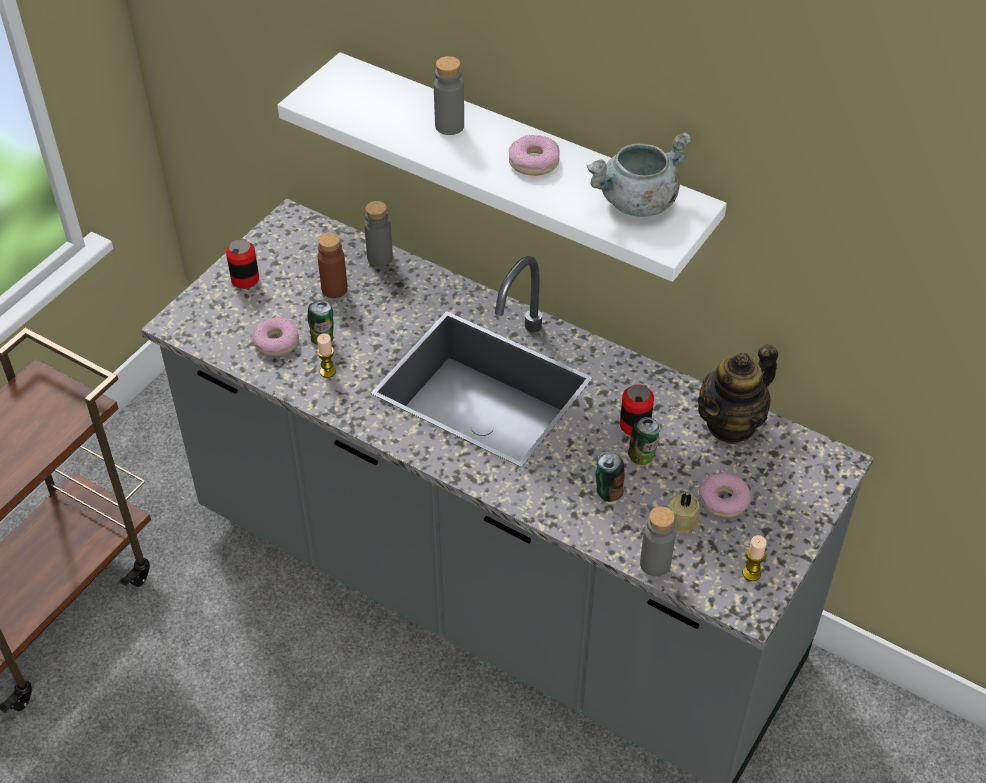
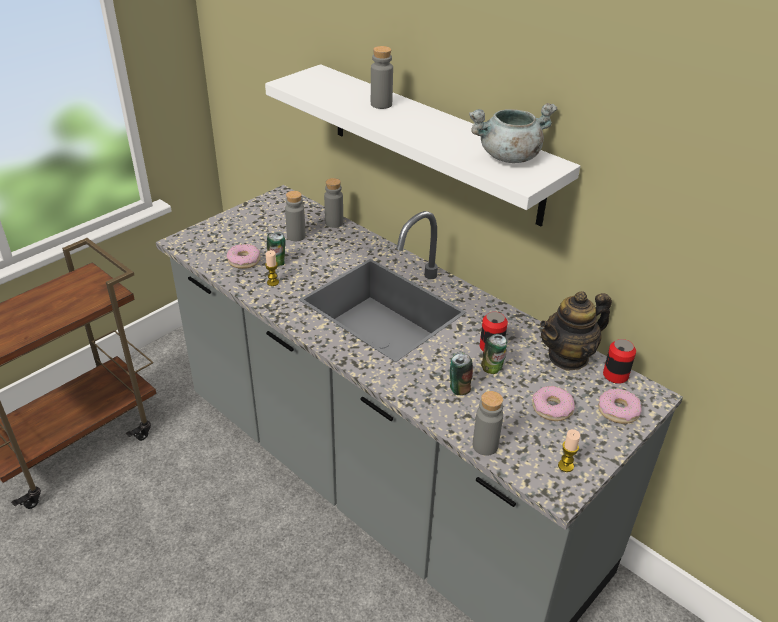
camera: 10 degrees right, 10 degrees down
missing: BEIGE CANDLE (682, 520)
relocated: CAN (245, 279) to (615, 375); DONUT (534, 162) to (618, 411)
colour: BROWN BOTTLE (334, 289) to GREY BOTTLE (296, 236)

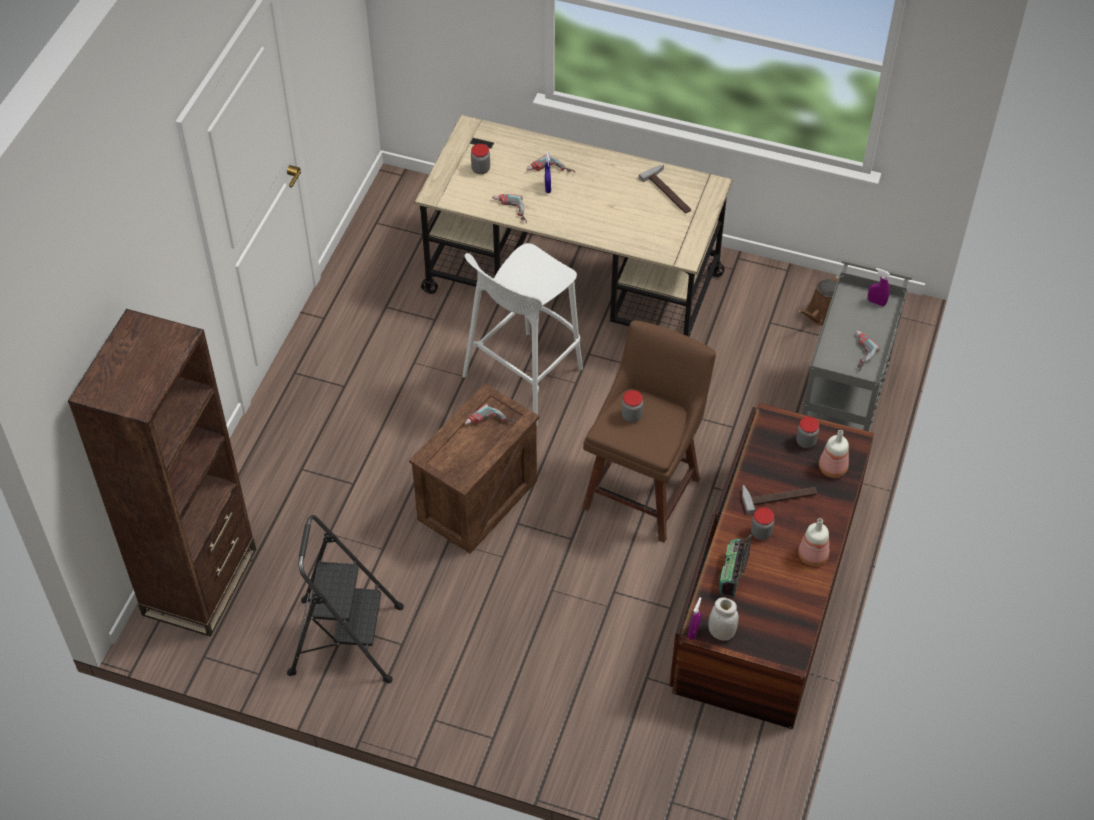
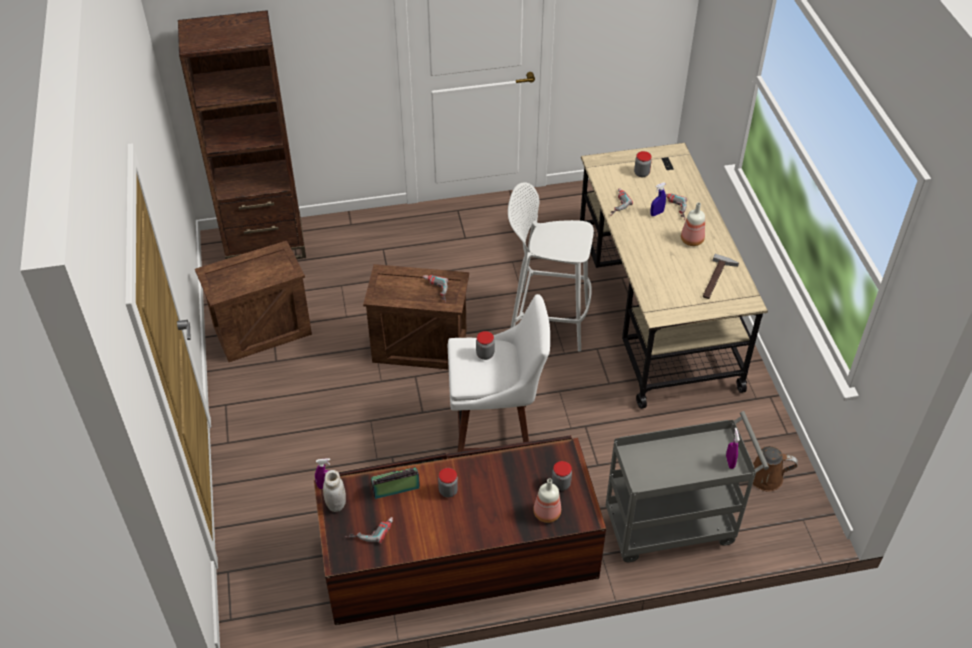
camera: 60 degrees right, 5 degrees down
missing: HAMMER (778, 495)
relocated: BOTTLE (813, 556) to (692, 240); POWER DRILL (857, 353) to (370, 529)
exchanged: BLACK STEP LADDER (342, 638) to CRATE (262, 329)
colour: BROWN STOOL (644, 489) to WHITE STOOL (497, 435)

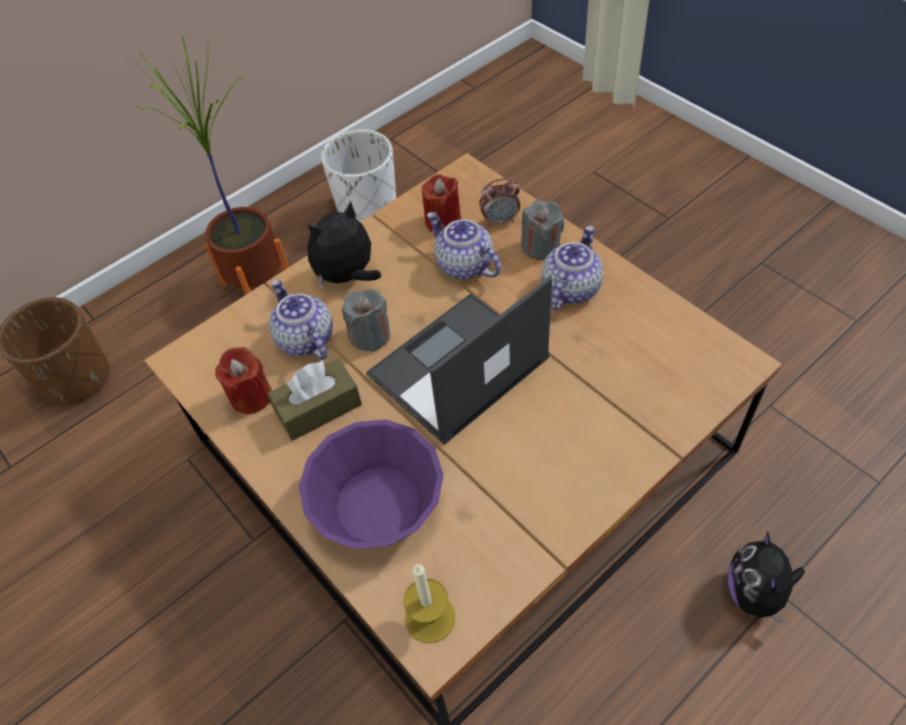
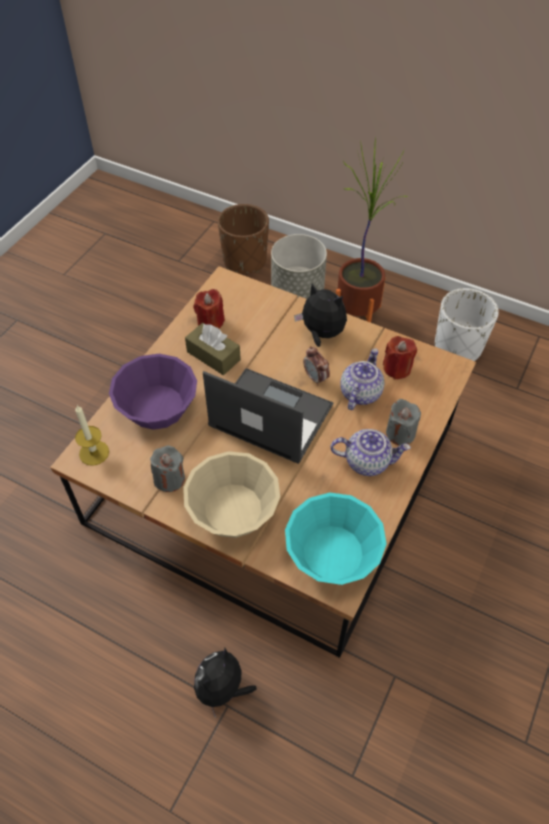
camera: 65 degrees right, 0 degrees up
missing: TEAPOT (304, 339)
appeared: BEIGE BOWL (233, 510); GREY PLANTER (298, 290); TURQUOISE BOWL (333, 552)
relocated: GREY CANDLE (370, 335) to (169, 479); ALARM CLOCK (500, 220) to (315, 378)
spun: PLUSH TOY (756, 593) = (222, 689) 45 degrees counterclockwise

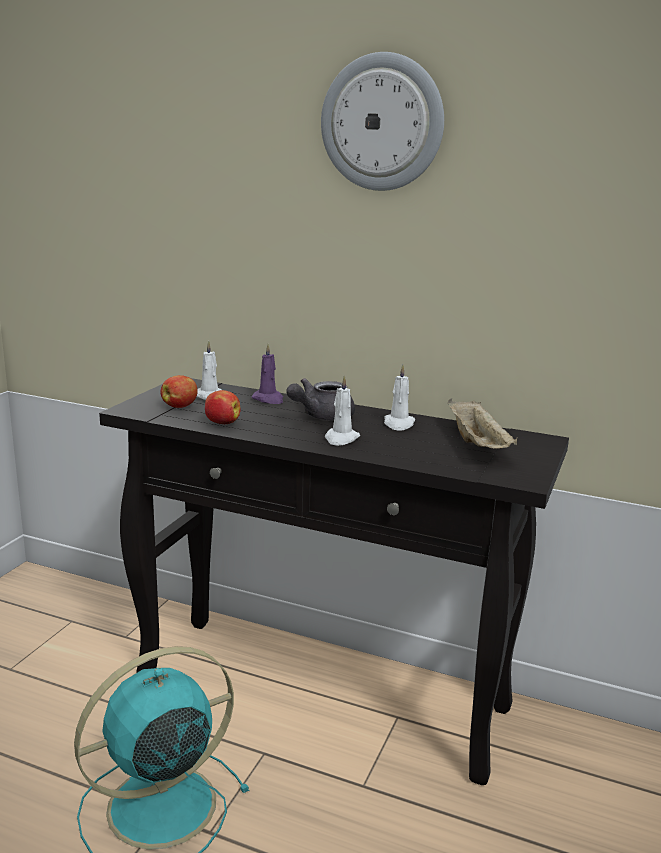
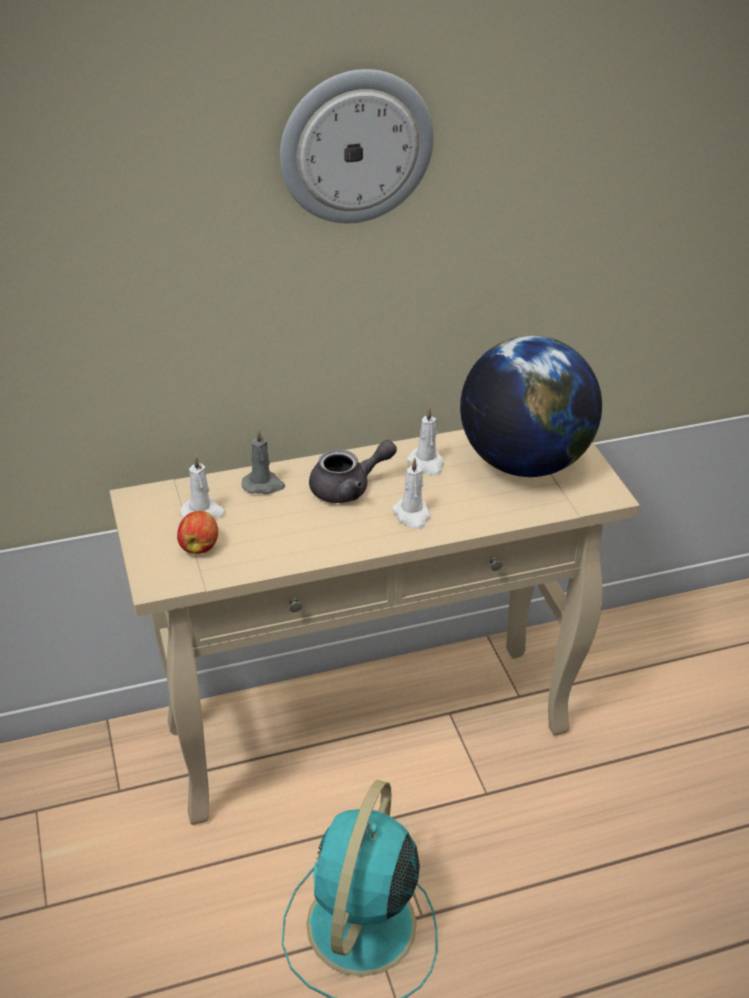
camera: 40 degrees left, 20 degrees up
missing: APPLE (221, 423)
exchanged: BEIGE TRAY (478, 445) to GLOBE (523, 462)
colour: BLACK CONSOLE TABLE (325, 693) to BEIGE CONSOLE TABLE (371, 728); PURPLE CANDLE (268, 399) to GREY CANDLE (263, 485)
spun: GREY TEAPOT (321, 416) = (348, 488) 120 degrees counterclockwise

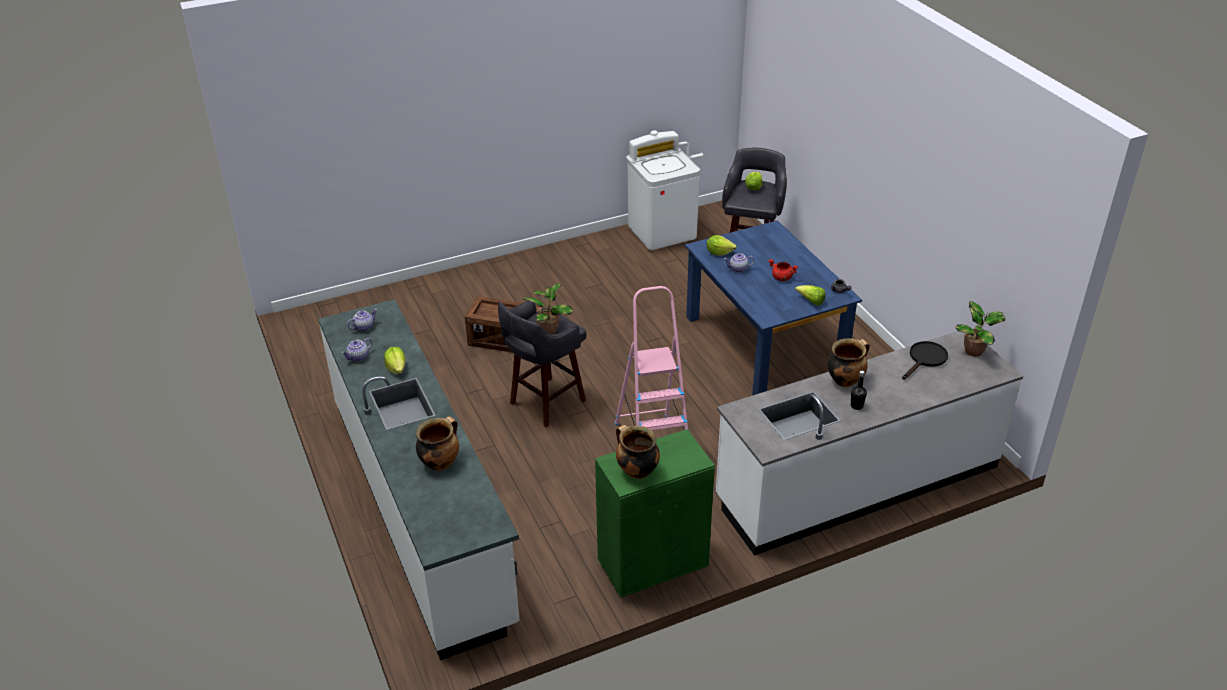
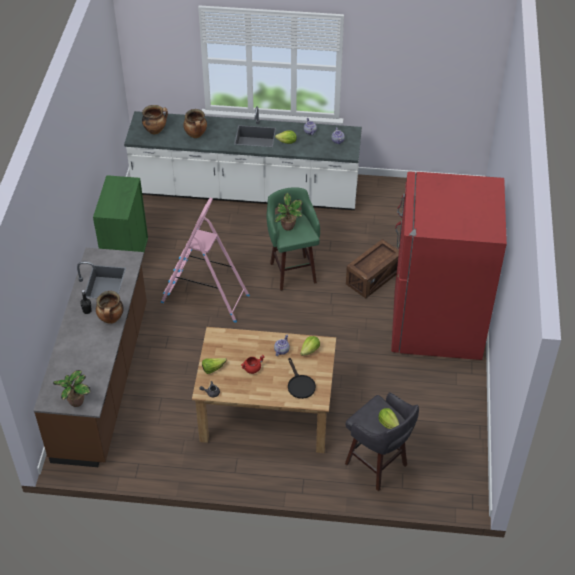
camera: 120 degrees right, 10 degrees up
missing: WHITE WASHING MACHINE (663, 232)
appeared: RED FRIDGE (437, 325)
relocated: COOKING POT (636, 471) to (155, 130); BLACK FRYING PAN (925, 359) to (299, 384)
colour: GREY STOOL (545, 404) to GREEN STOOL (292, 271); BLUE DINING TABLE (765, 344) to BROWN DINING TABLE (265, 413); WHITE COUNTER (857, 483) to BROWN COUNTER (103, 381)

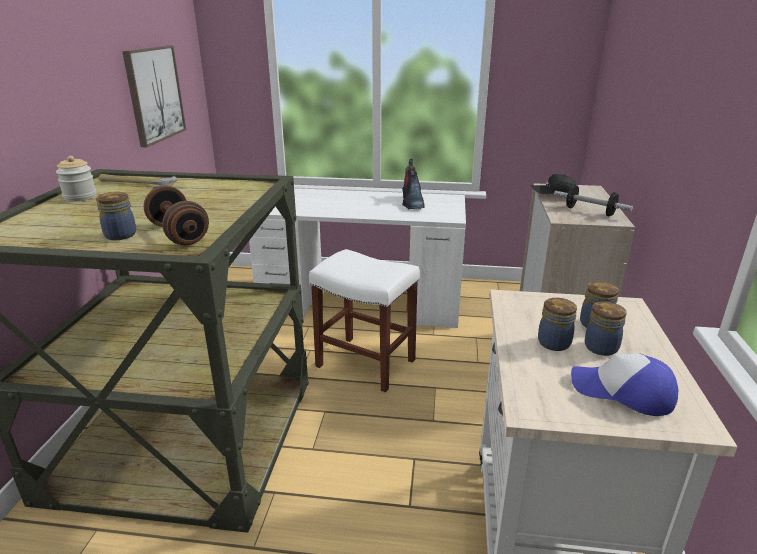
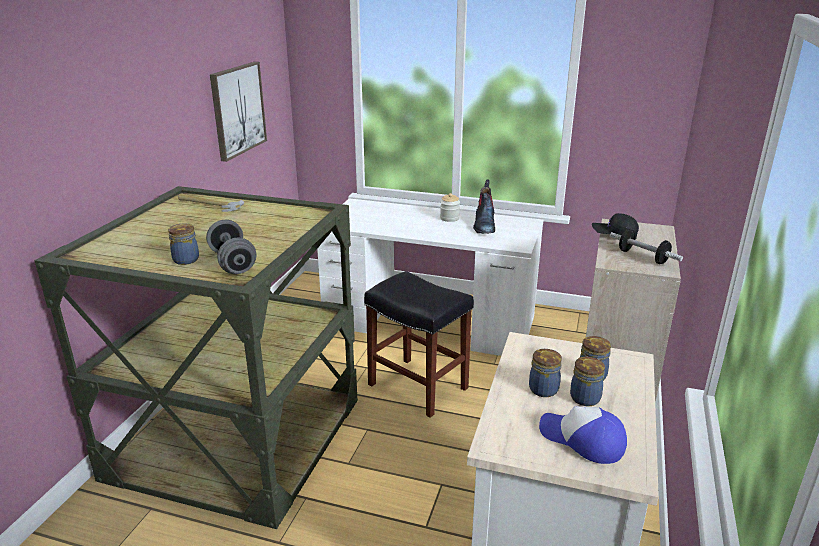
camera: 10 degrees right, 0 degrees up
relocated: JAR (80, 197) to (449, 218)
colour: BROWN DUMBBELL (179, 234) to GREY DUMBBELL (233, 262); WHITE STOOL (364, 363) to BLACK STOOL (416, 386)

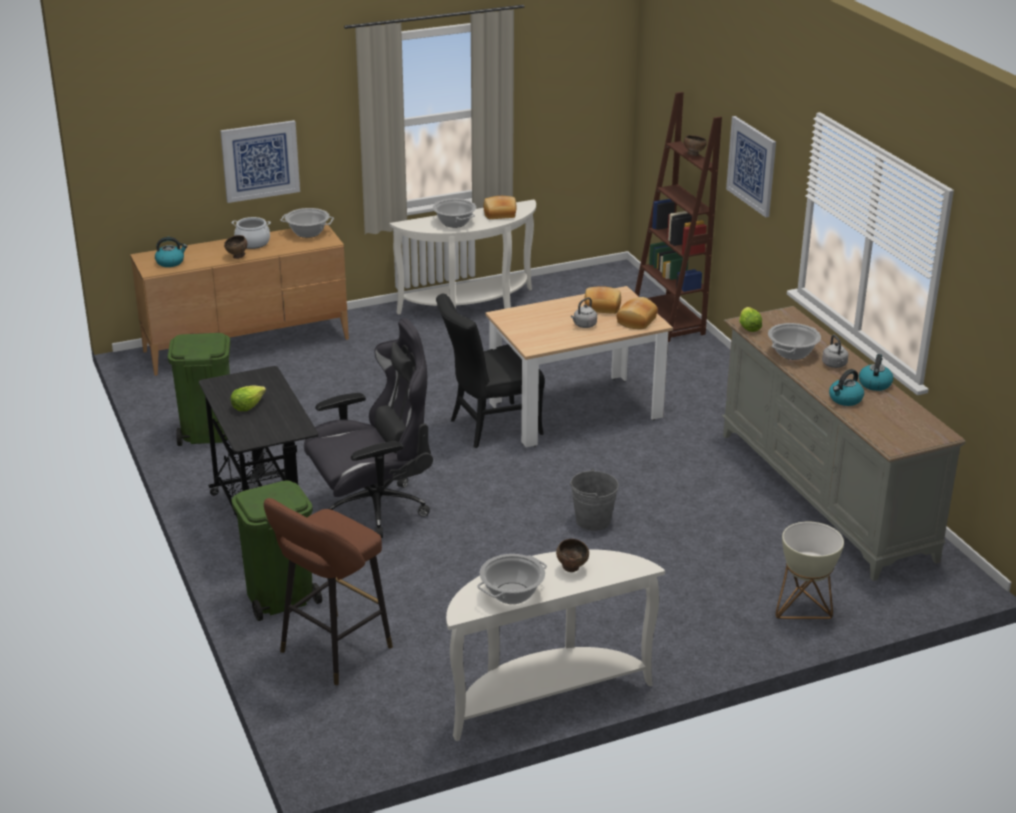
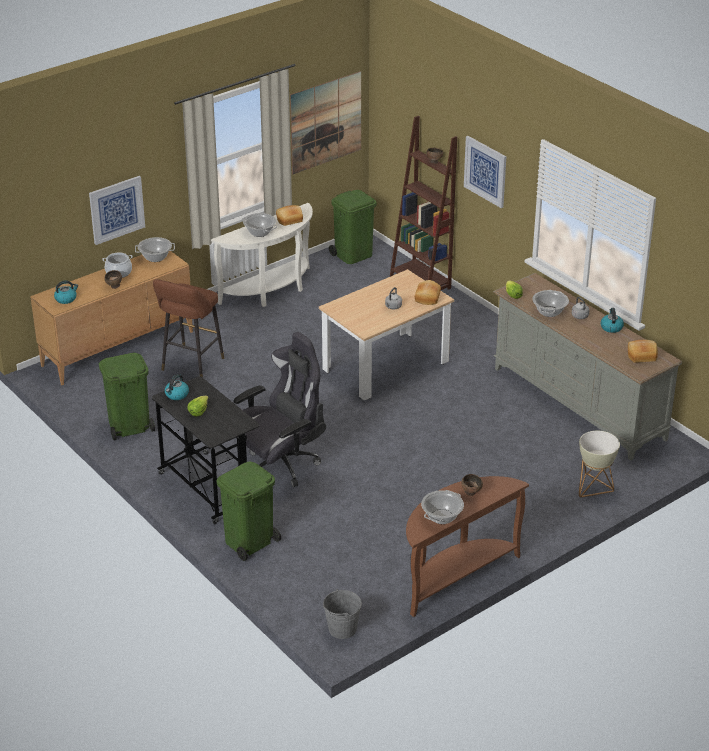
camera: 15 degrees left, 5 degrees up
missing: BLACK CHAIR (489, 427)
appeared: PICTURE (325, 122); GREEN TRASH CAN (353, 255)
relocated: BROWN STOOL (331, 652) to (191, 366); GREY BUCKET (593, 520) to (342, 629); BREAD (602, 307) to (641, 355); KETTLE (845, 399) to (176, 395)
colour: WHITE CONSOLE TABLE (544, 695) to BROWN CONSOLE TABLE (455, 576)

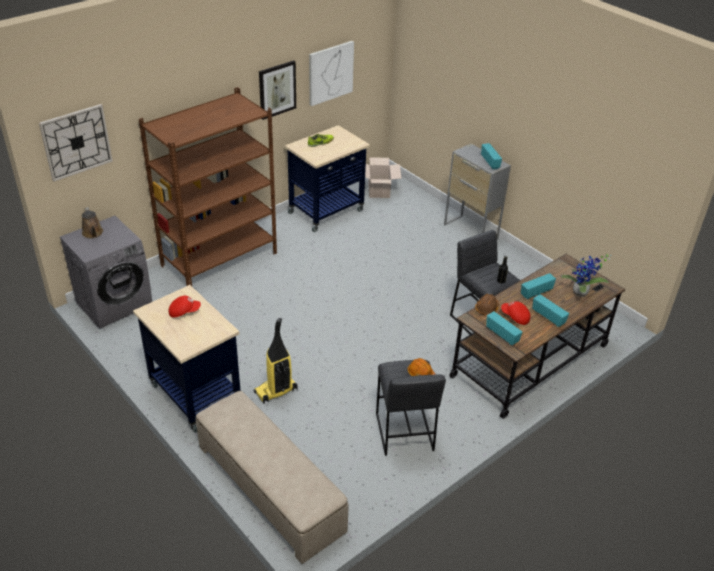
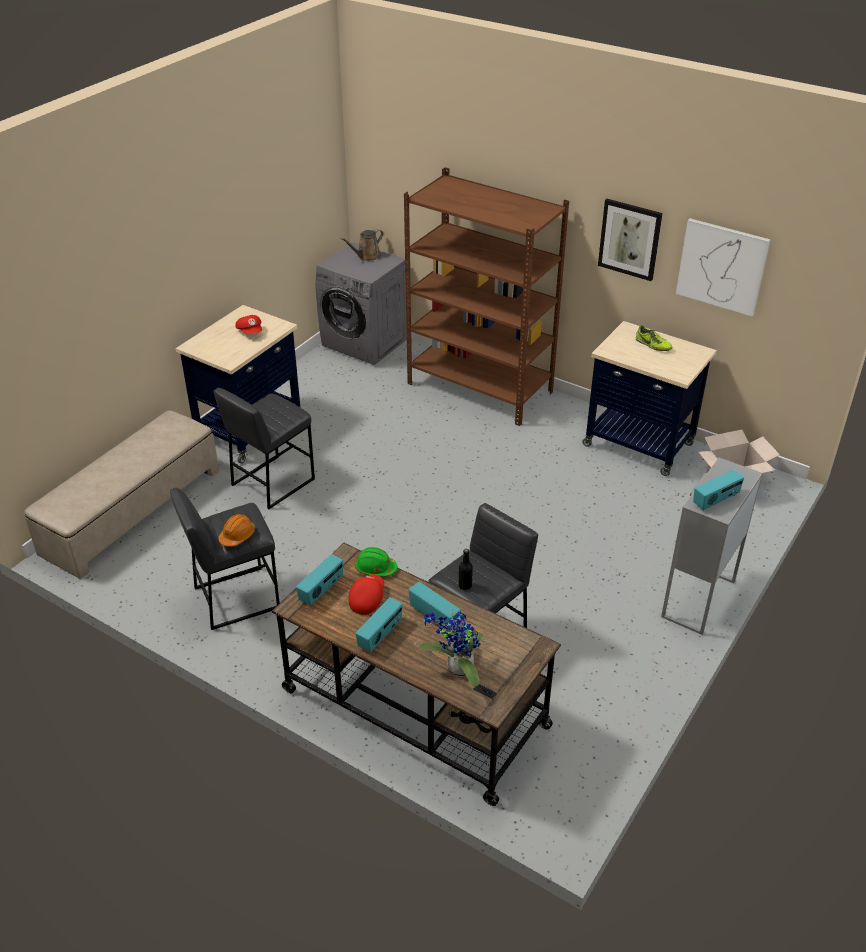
camera: 75 degrees right, 0 degrees up
missing: WALL CLOCK (76, 142)
exchanged: VACUUM CLEANER (276, 391) to GREY STOOL (272, 482)
colour: BROWN HARD HAT (486, 308) to GREEN HARD HAT (375, 568)

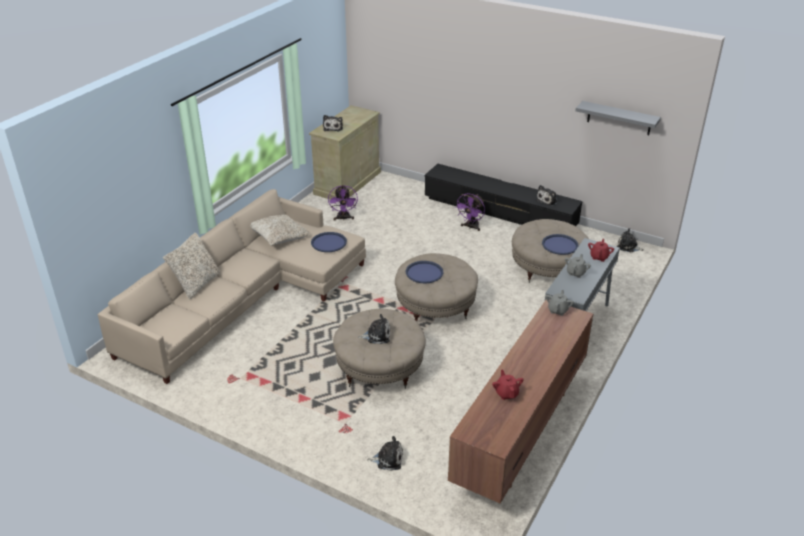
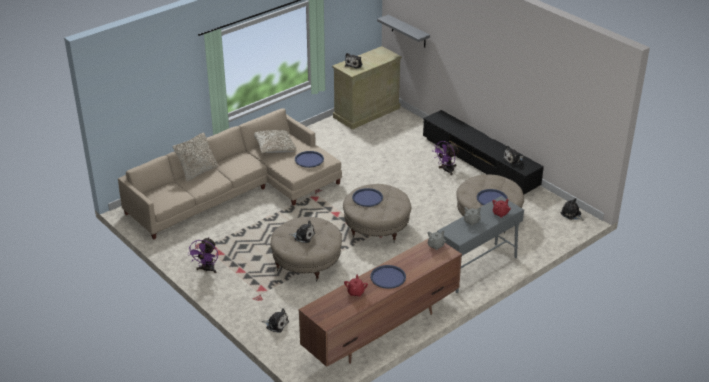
camera: 20 degrees right, 0 degrees up
appeared: BLUE TRAY (388, 277)
relocated: PURPLE FAN (343, 218) to (206, 270); GREY SHELF (619, 118) to (408, 31)

